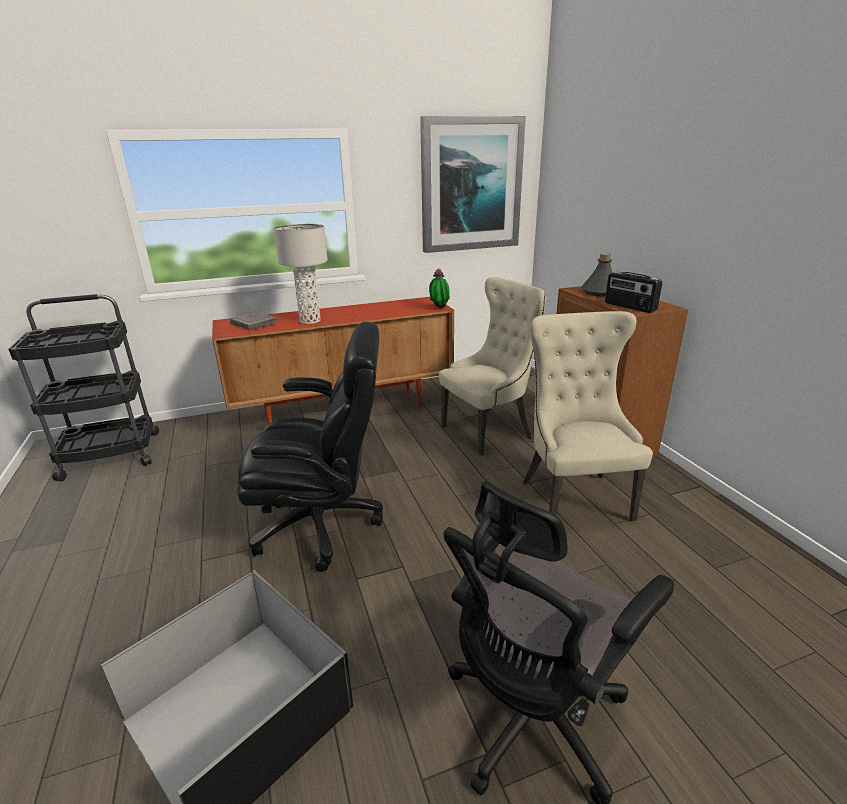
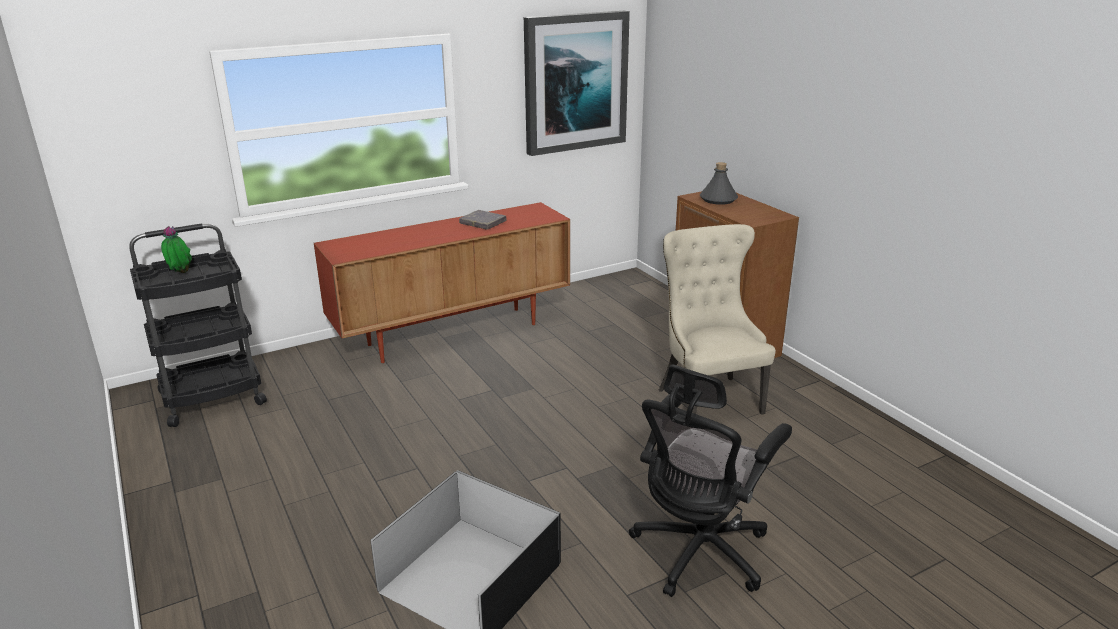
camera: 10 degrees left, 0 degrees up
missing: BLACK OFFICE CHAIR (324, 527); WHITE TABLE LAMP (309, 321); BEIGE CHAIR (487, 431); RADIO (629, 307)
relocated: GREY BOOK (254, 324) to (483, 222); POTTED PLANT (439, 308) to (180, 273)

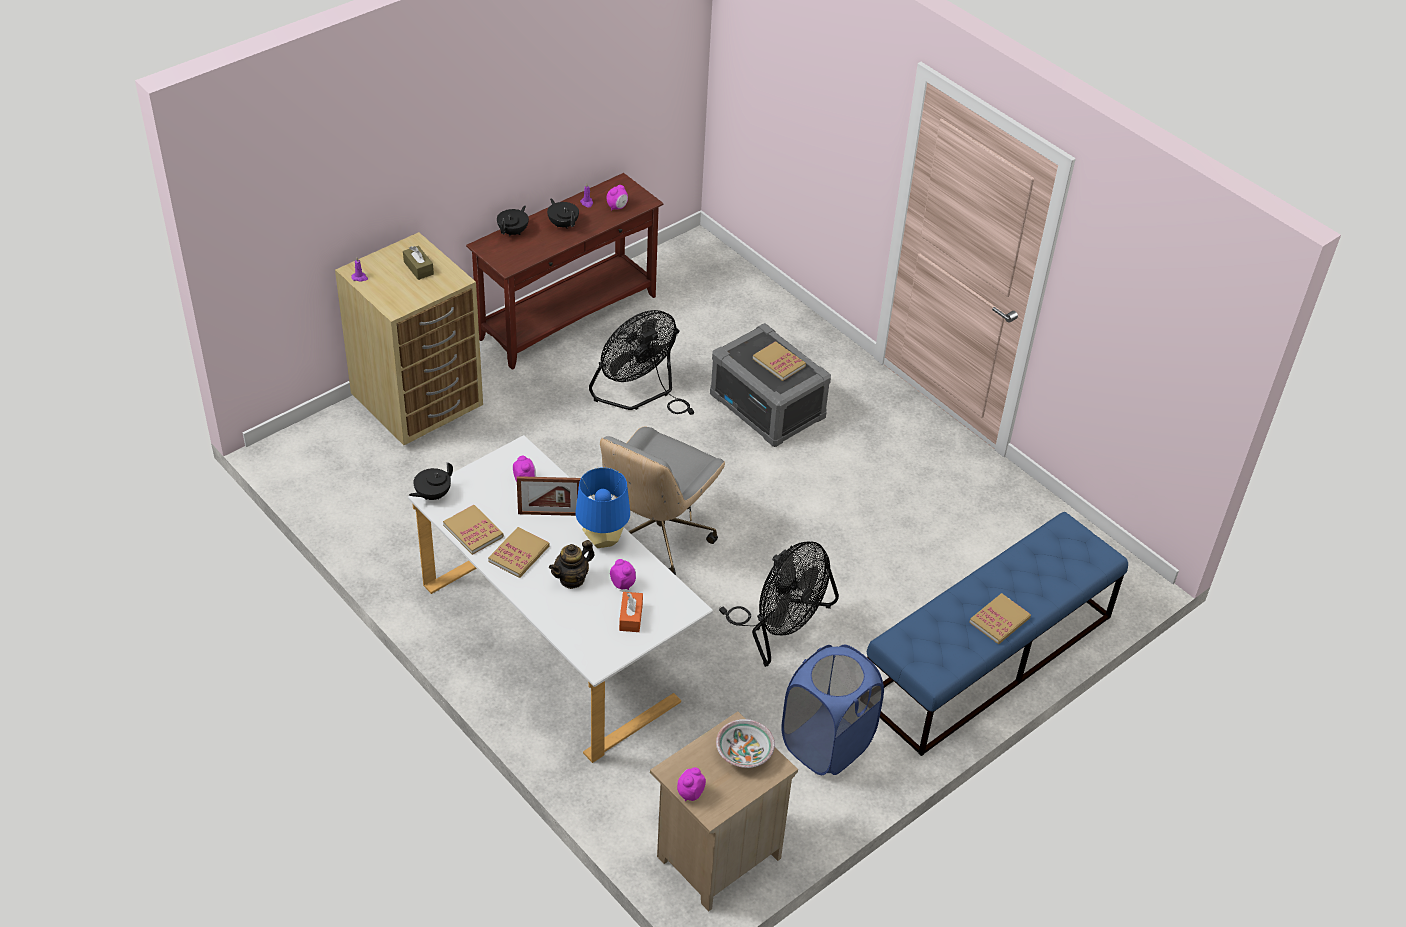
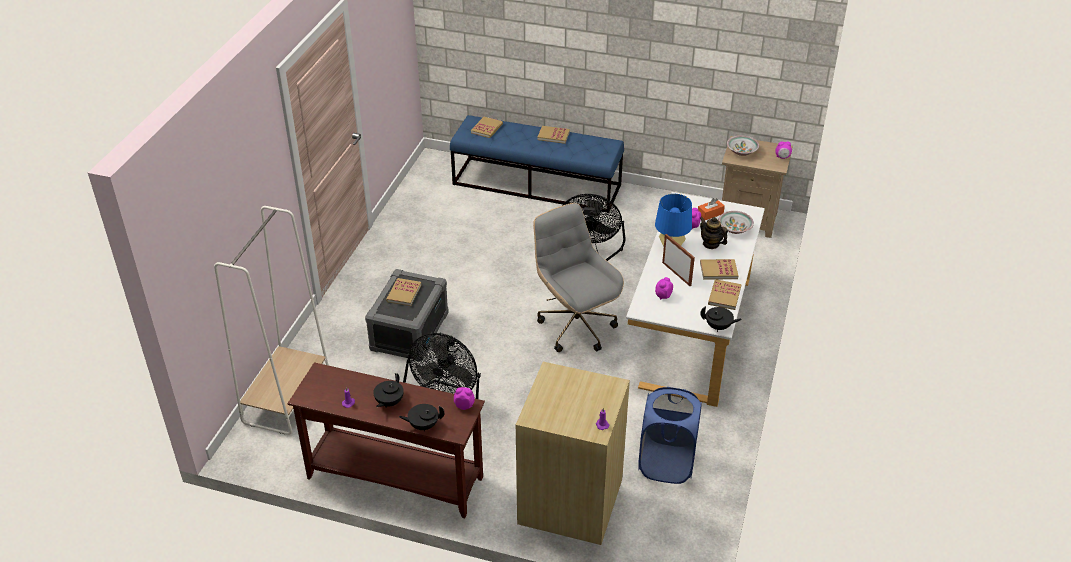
camera: 120 degrees left, 5 degrees down
missing: BROWN TISSUE BOX (418, 268)
appeared: CLOTHES RACK (287, 399); BOOK (487, 128); BOWL (735, 228)
relocated: ALARM CLOCK (617, 207) to (464, 405); BLUE LAUNDRY BASKET (826, 744) to (666, 464)
spun: TEAPOT (572, 579) = (711, 244) 150 degrees counterclockwise; GREY OFFICE CHAIR (658, 540) = (575, 326) 120 degrees counterclockwise

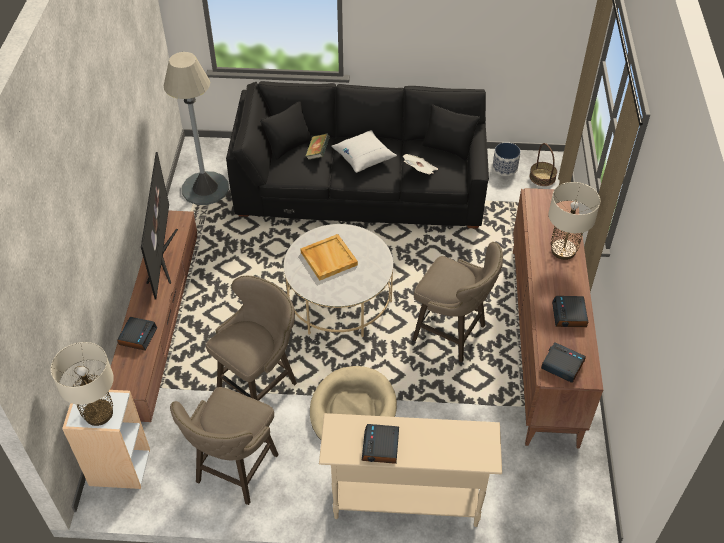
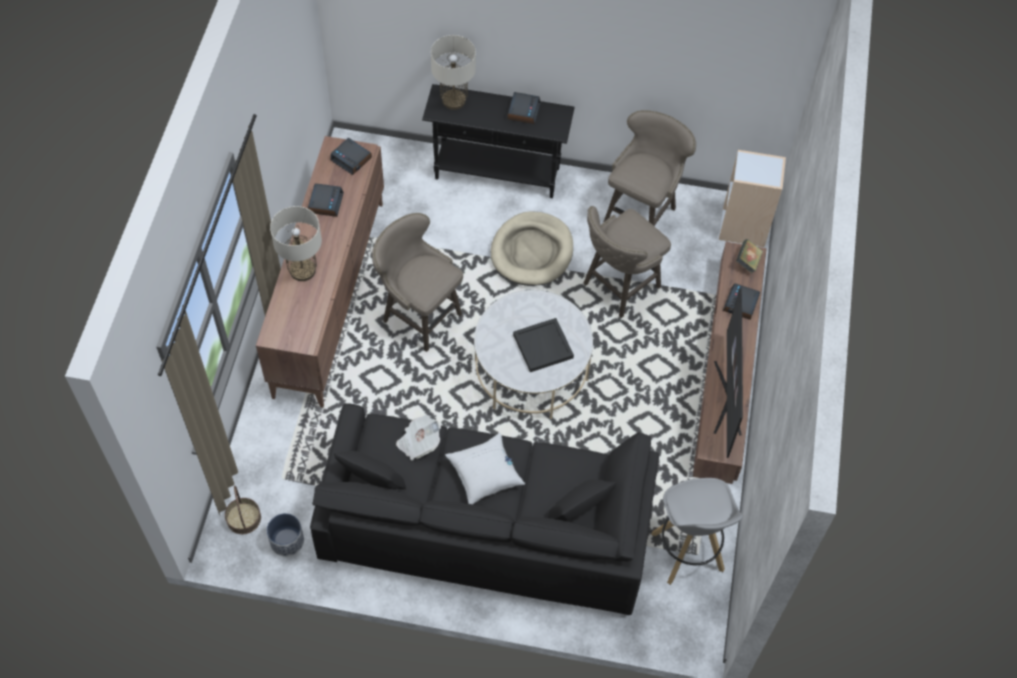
camera: 175 degrees left, 10 degrees up
relocated: TABLE LAMP (98, 413) to (453, 100); BOOK (317, 153) to (747, 262)
exchanged: GREY FLOOR LAMP (205, 188) to GREY STOOL (687, 553)
colour: BEIGE TRAY (328, 258) to BLACK TRAY (543, 346); BEIGE CONSOLE TABLE (405, 501) to BLACK CONSOLE TABLE (497, 174)

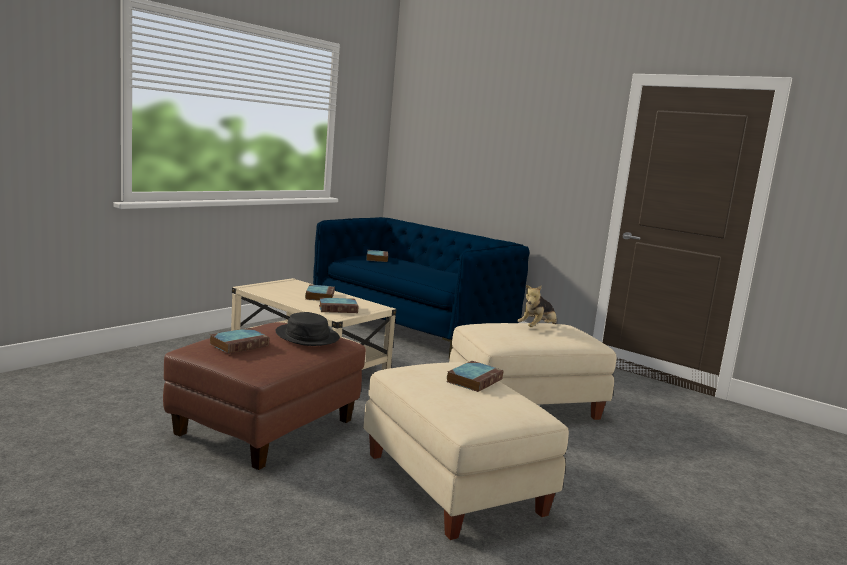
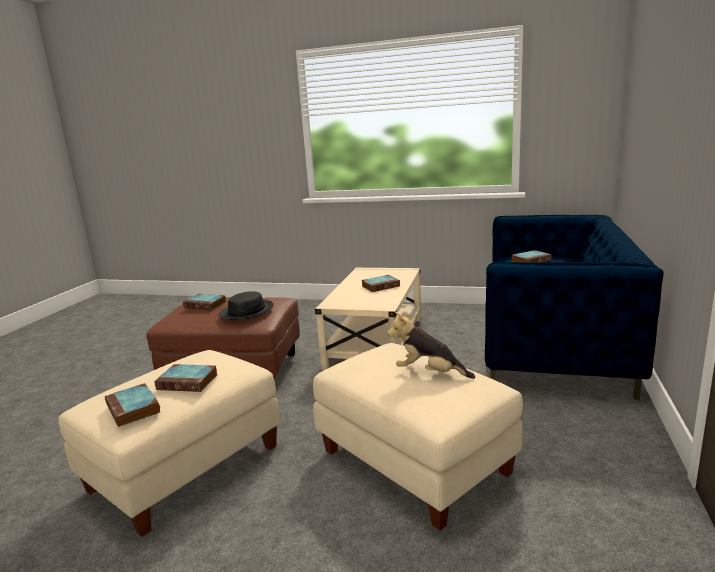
camera: 70 degrees right, 5 degrees up
relocated: BOOK (339, 309) to (134, 409)

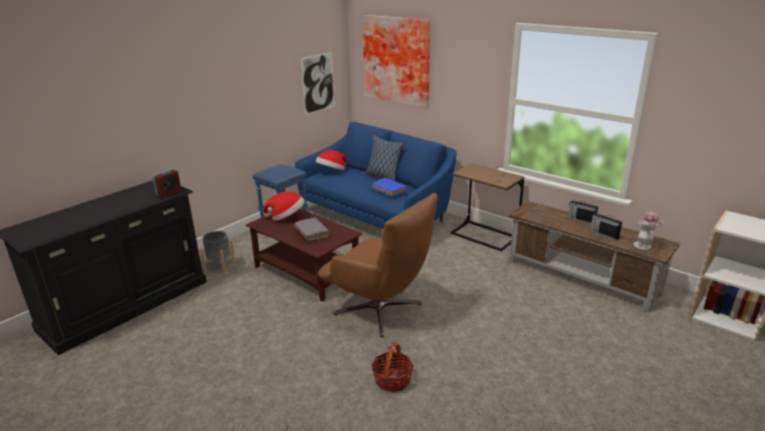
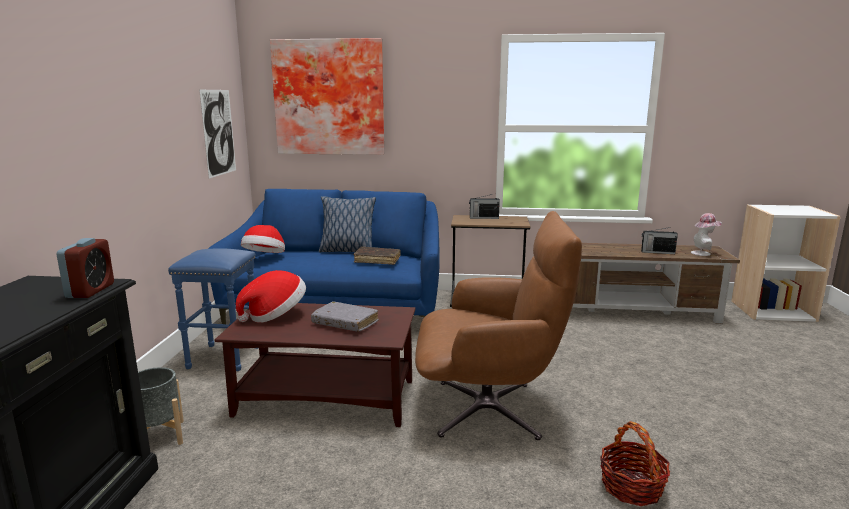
camera: 35 degrees left, 10 degrees down
relocated: RADIO (580, 220) to (483, 218)
colour: BLUE BOOK (389, 190) to BROWN BOOK (377, 260)

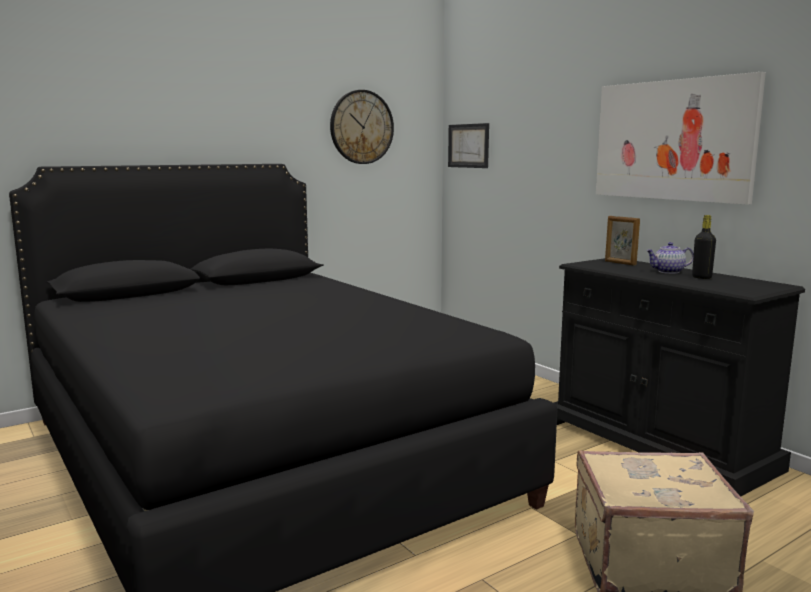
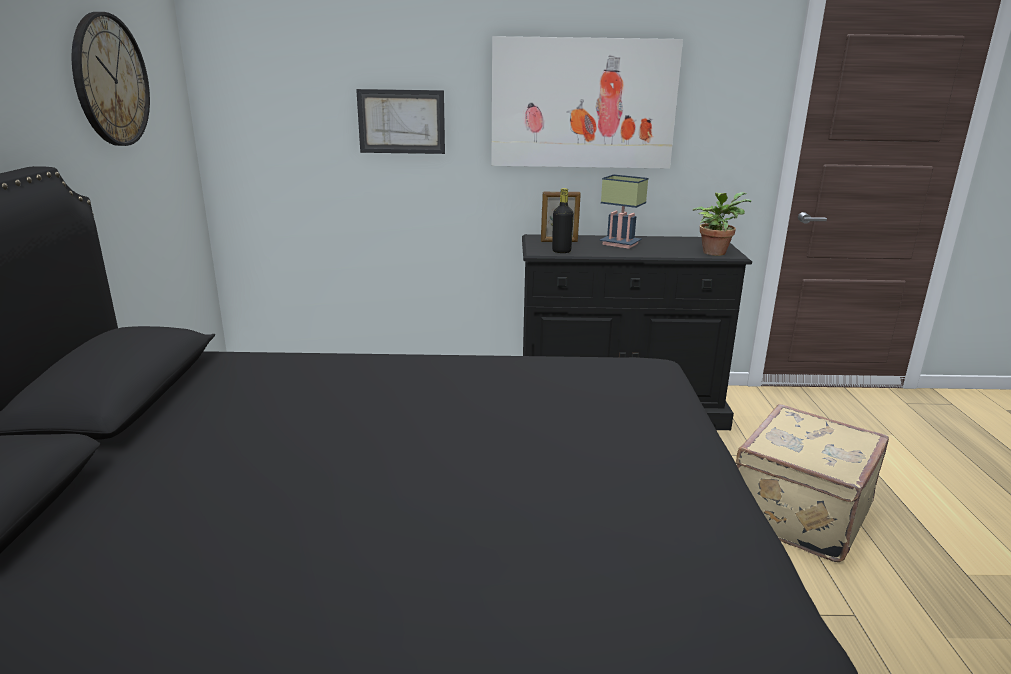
camera: 55 degrees left, 10 degrees up
appeared: POTTED PLANT (715, 252)
relocated: PICTURE (468, 146) to (401, 121); BLACK BOTTLE (701, 277) to (561, 251)
exchanged: TEAPOT (668, 272) to TABLE LAMP (622, 243)

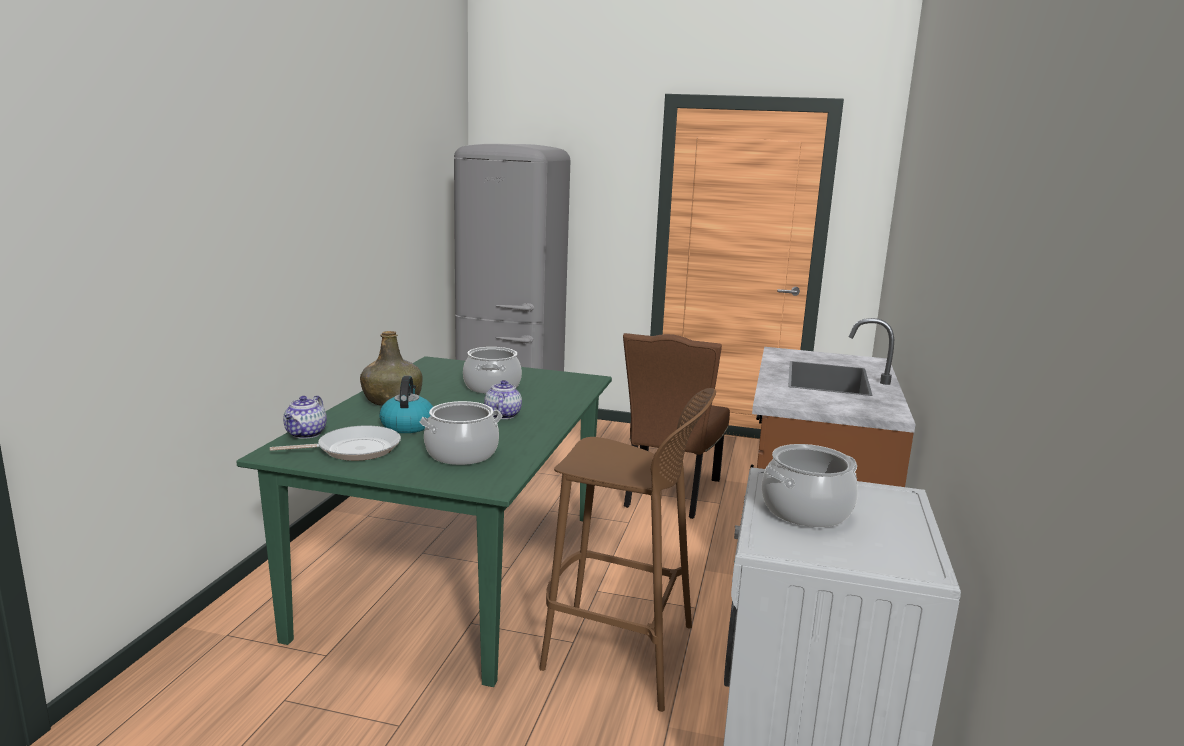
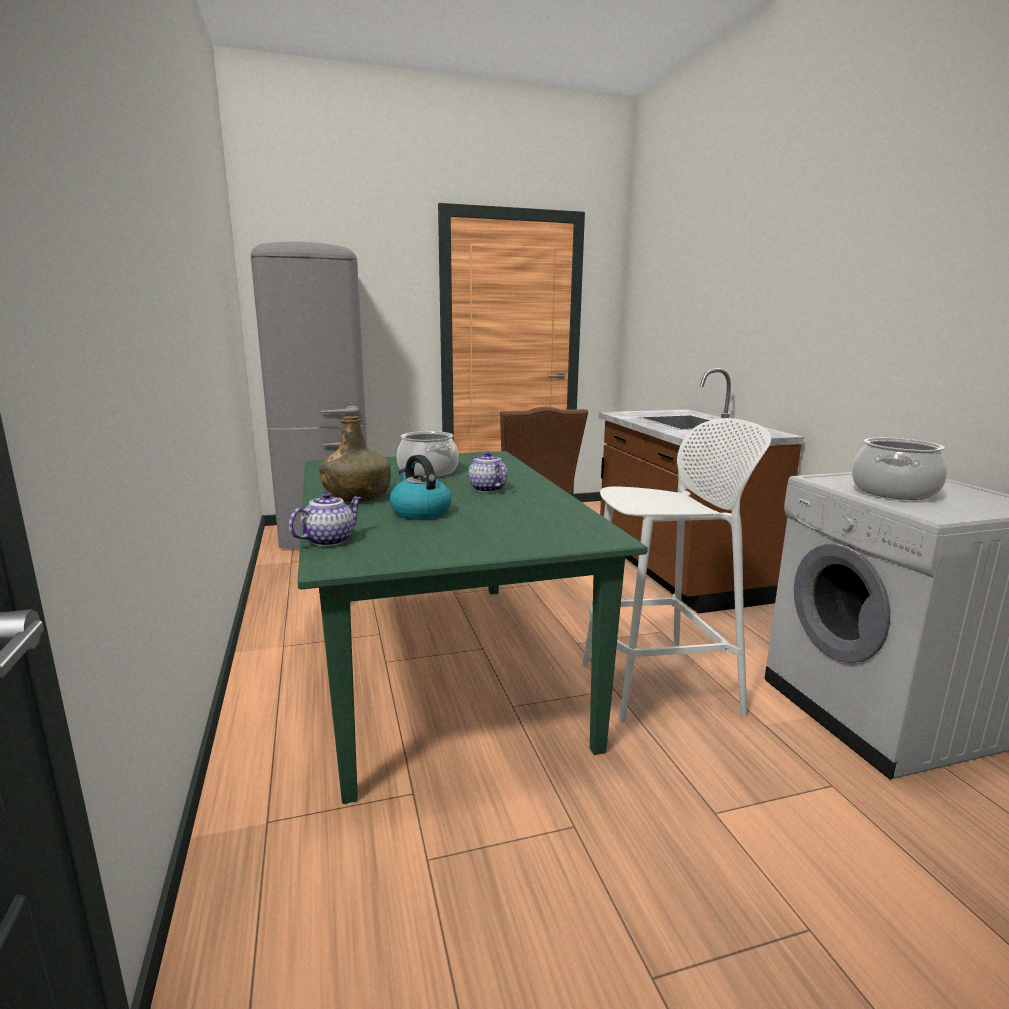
camera: 30 degrees left, 0 degrees up
missing: FRYING PAN (354, 449); COOKING POT (461, 453)
colour: BROWN STOOL (621, 653) to WHITE STOOL (660, 684)
spun: TEAPOT (306, 434) = (329, 540) 120 degrees counterclockwise

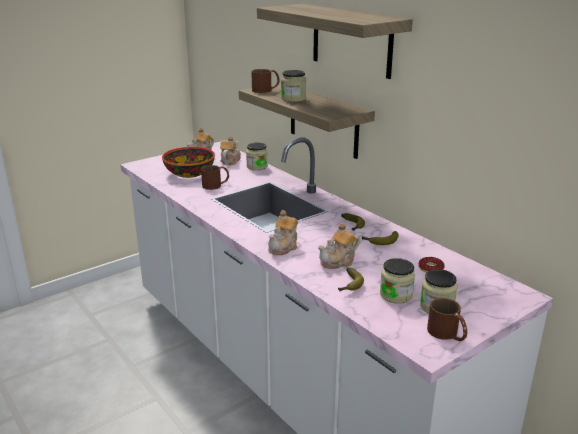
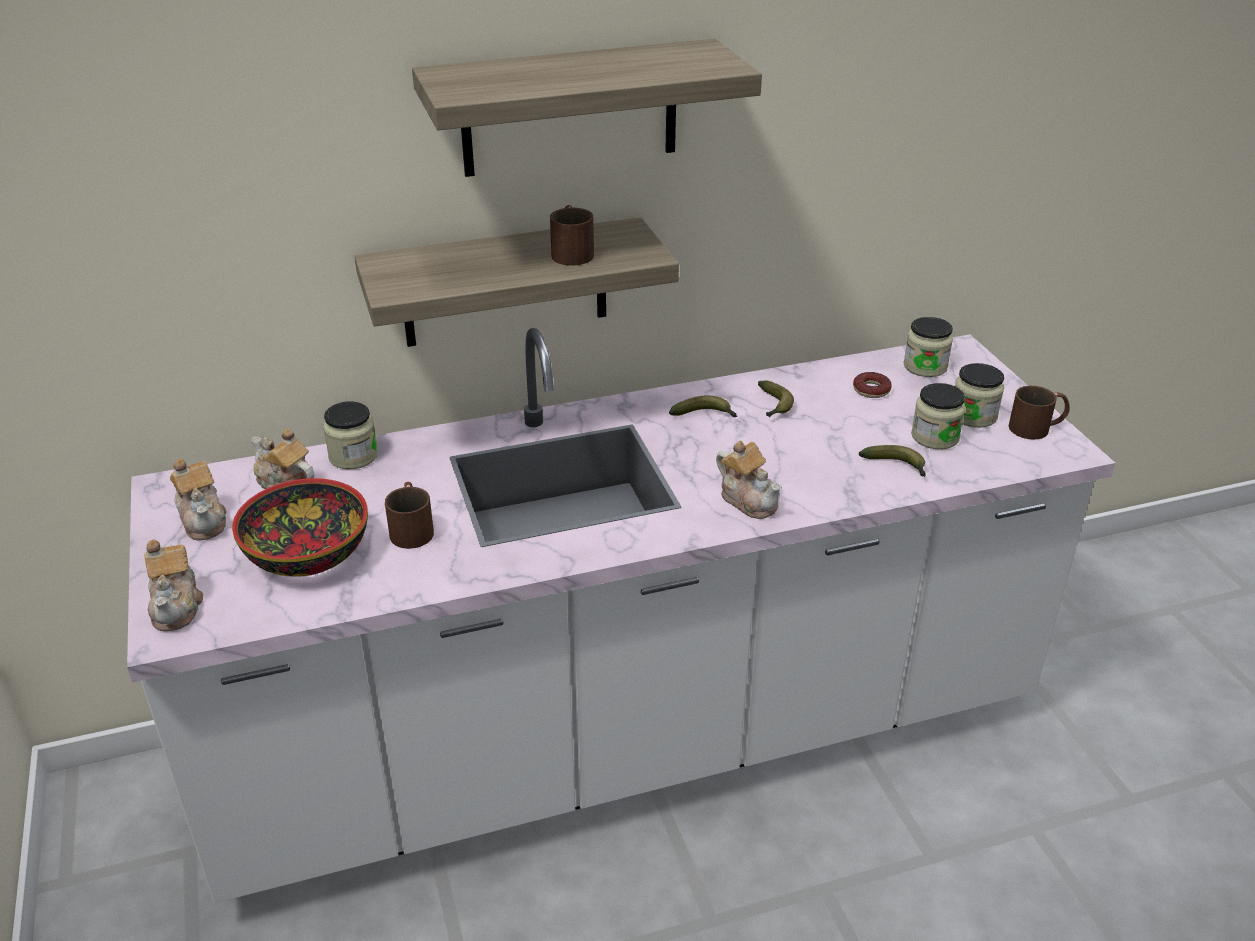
camera: 70 degrees left, 10 degrees up
relocated: BROWN MUG (266, 89) to (571, 251); JAR (293, 98) to (925, 366); TEAPOT (339, 261) to (177, 606)

